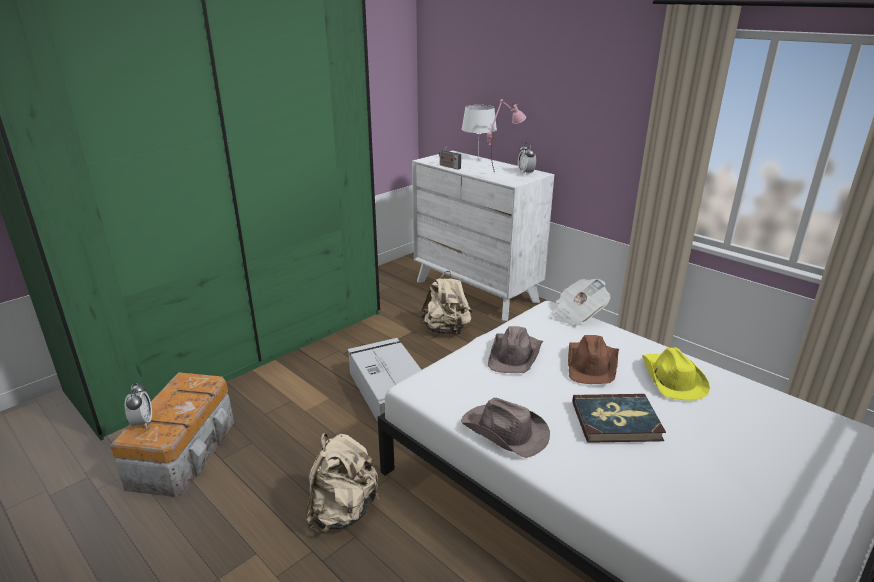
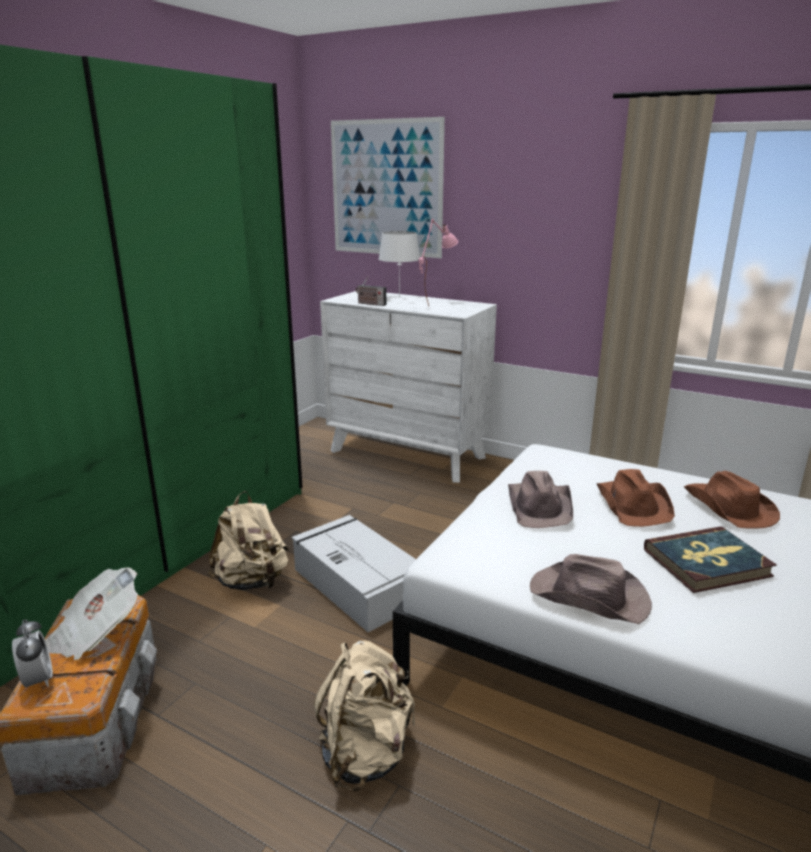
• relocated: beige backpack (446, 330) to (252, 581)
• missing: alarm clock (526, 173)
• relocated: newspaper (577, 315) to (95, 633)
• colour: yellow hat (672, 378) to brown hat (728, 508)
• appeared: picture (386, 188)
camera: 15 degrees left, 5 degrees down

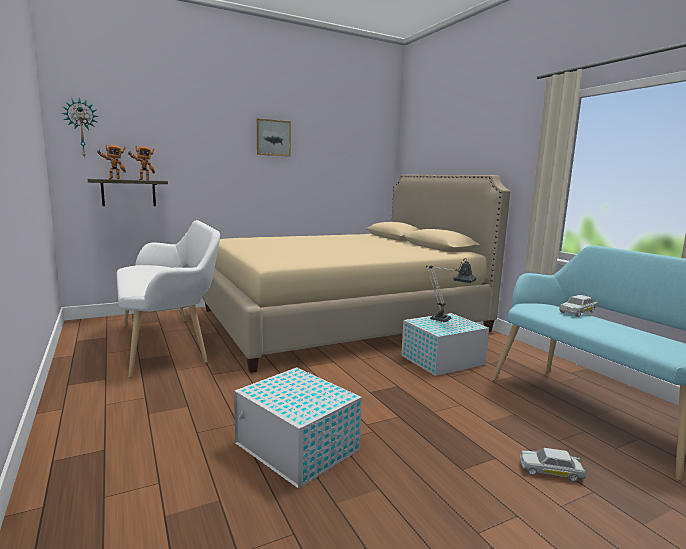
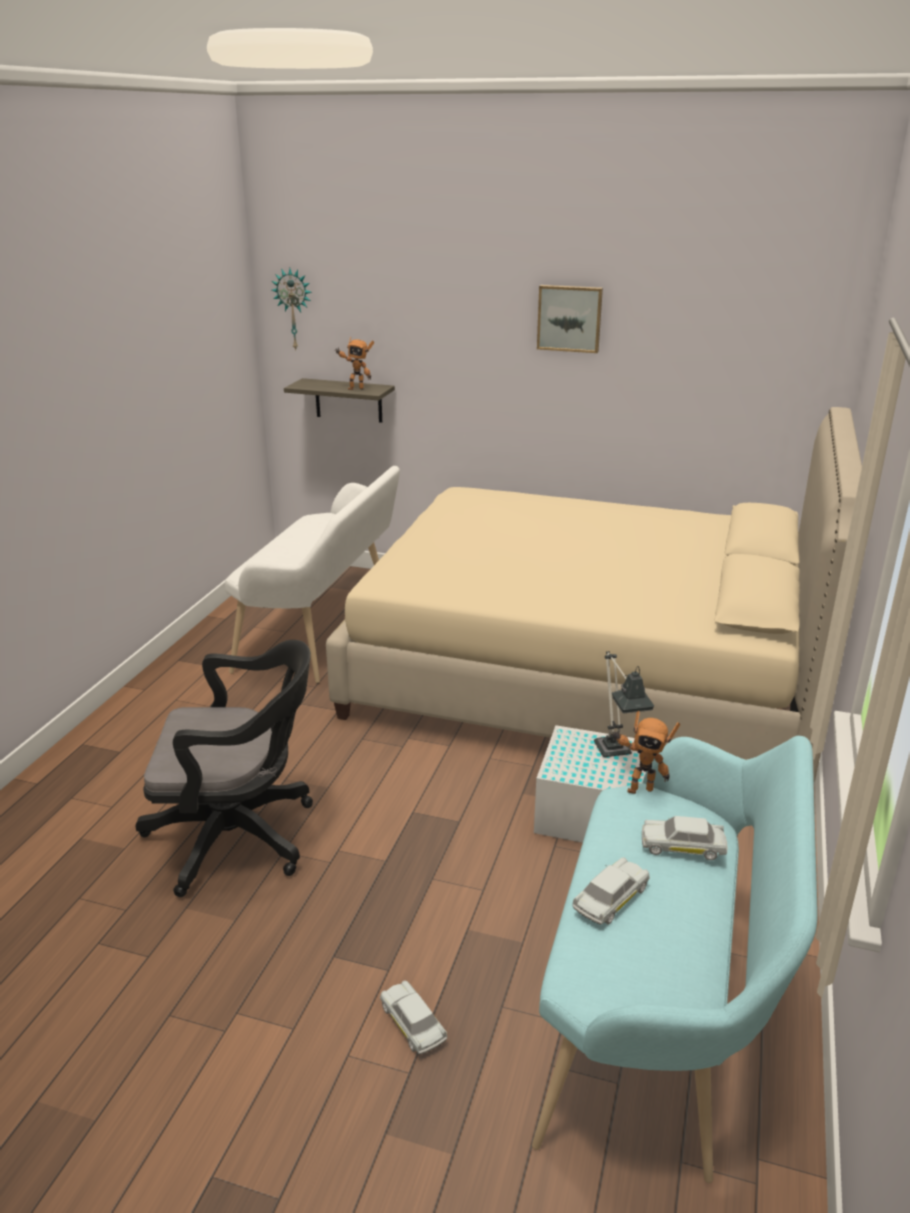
• relocated: toy robot (113, 179) to (639, 788)
• exchanged: white storage box (298, 448) to black office chair (240, 837)
• appeared: white toy car (611, 899)
camera: 45 degrees right, 15 degrees up

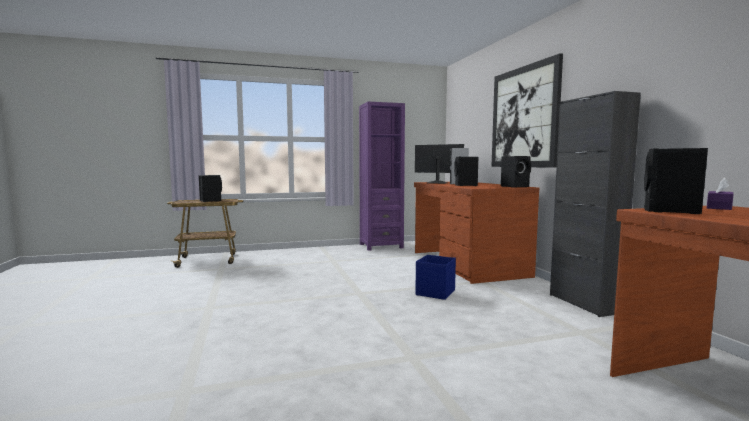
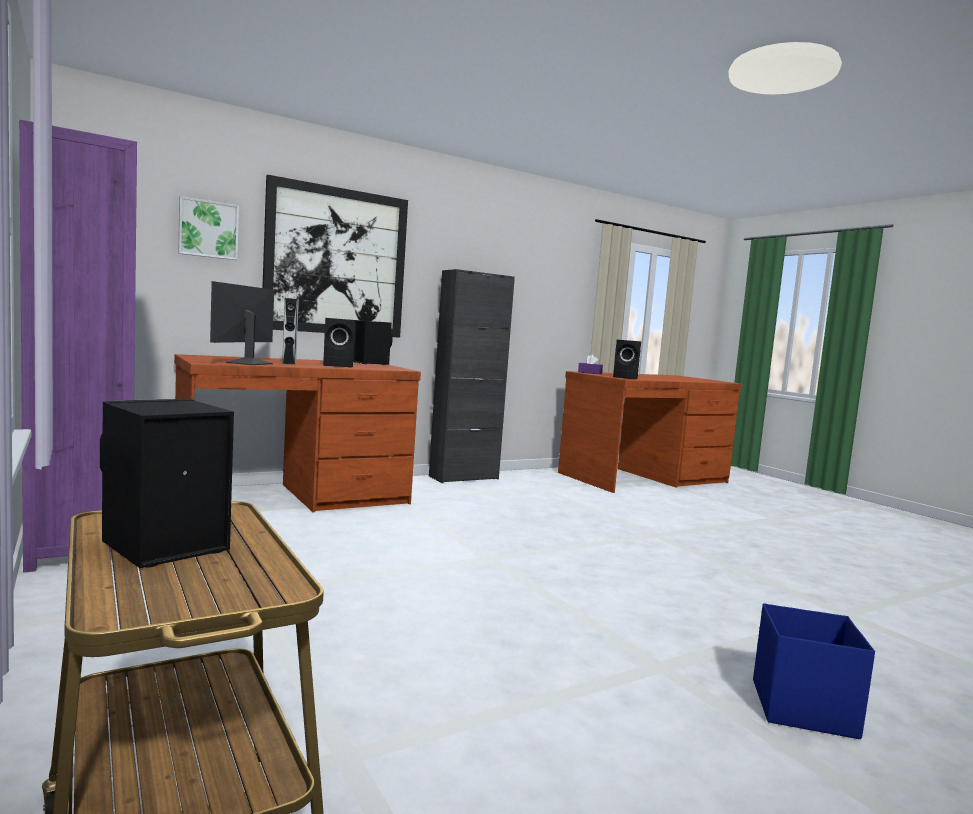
• relocated: blue storage box (436, 292) to (801, 708)
• appeared: picture (208, 229)
camera: 105 degrees left, 0 degrees up

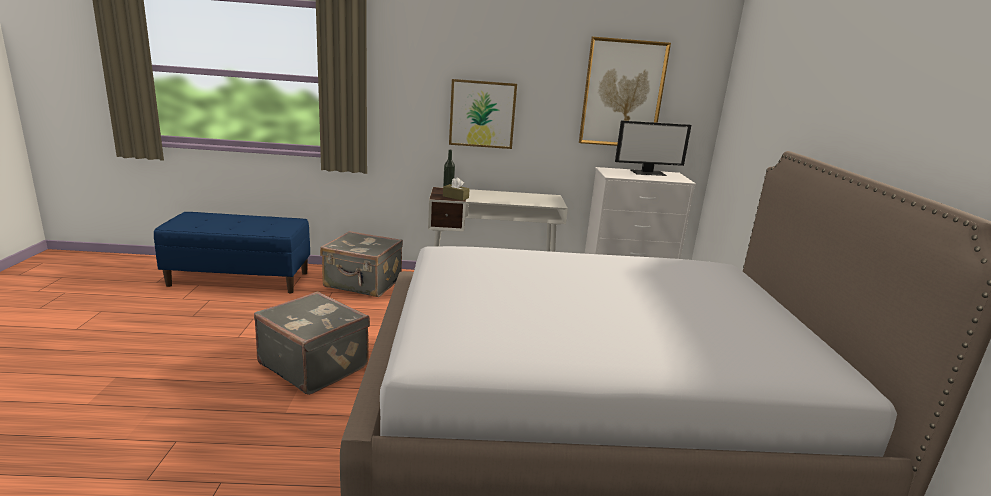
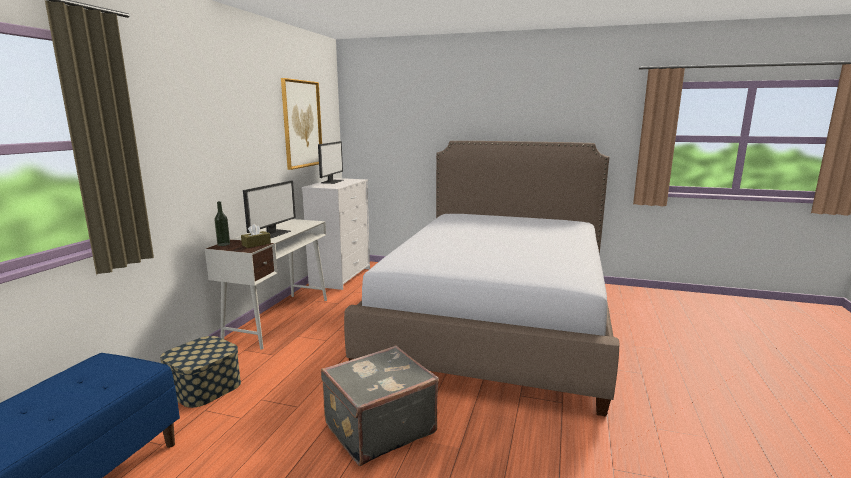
• exchanged: grey suitcase (363, 284) to storage box (204, 387)
• missing: picture (482, 114)
• appeared: monitor (273, 233)
camera: 70 degrees left, 5 degrees down

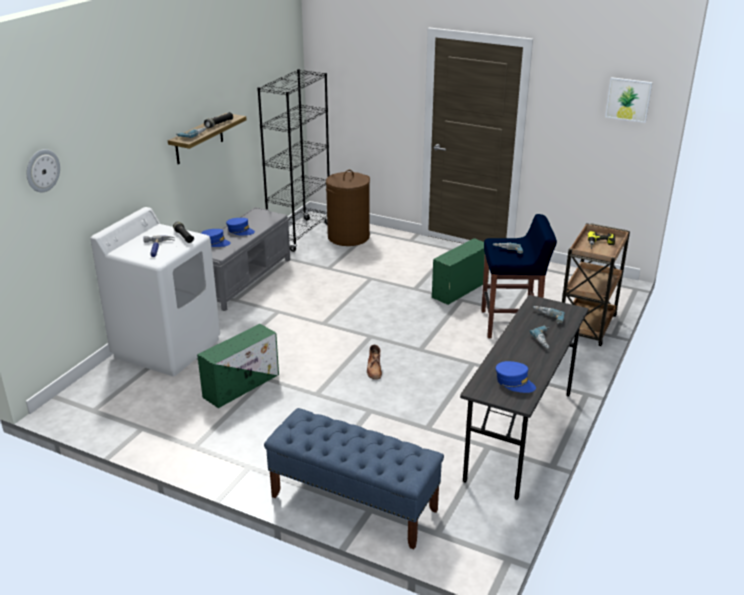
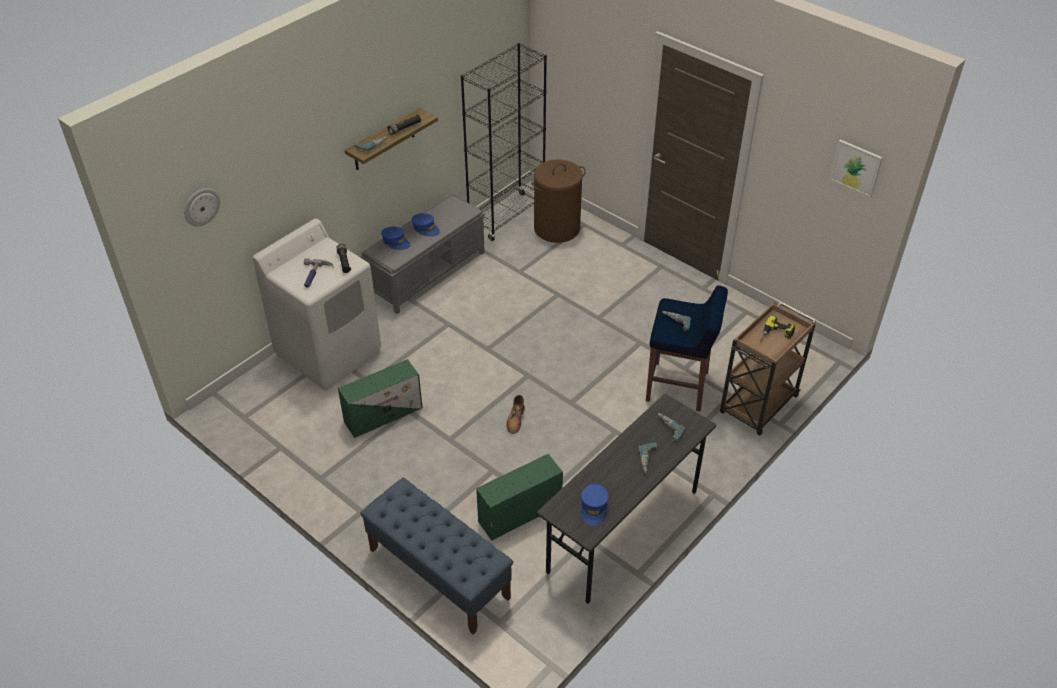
• relocated: green storage box (459, 289) to (519, 514)
• spun: blue cap (514, 382) = (594, 508) 45 degrees clockwise
camera: 15 degrees right, 15 degrees up

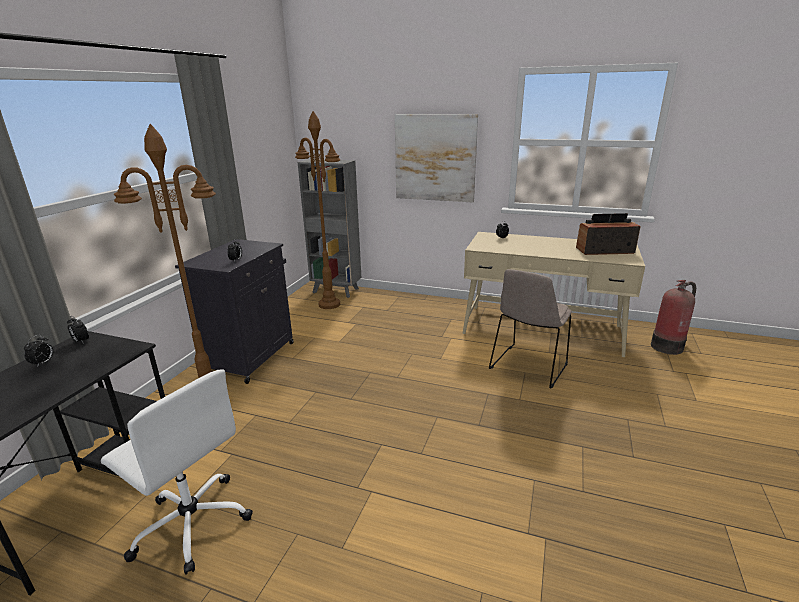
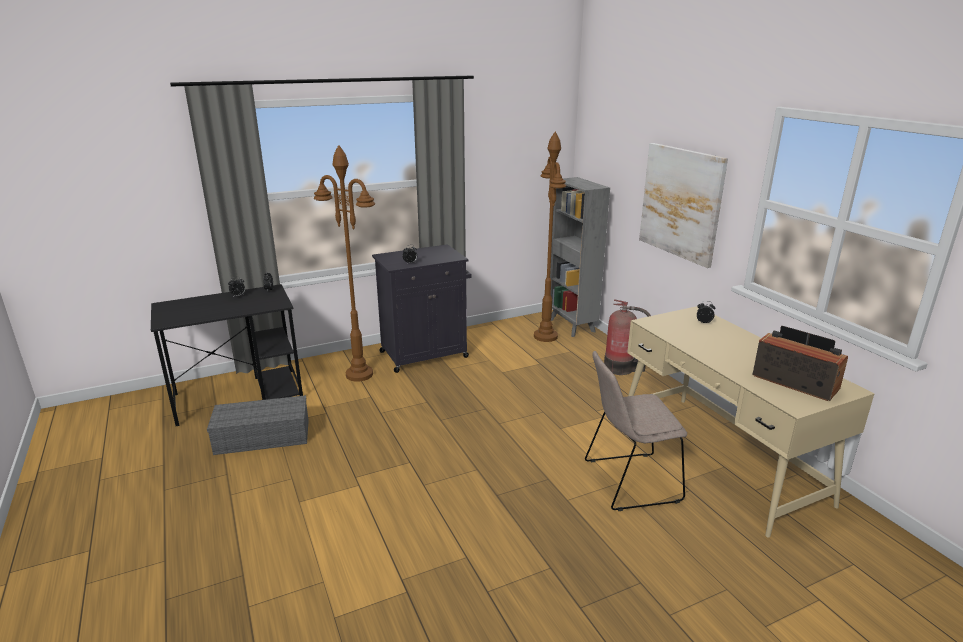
• exchanged: white office chair (192, 522) to grey storage box (261, 437)
• relocated: fire extinguisher (668, 346) to (621, 368)
camera: 45 degrees right, 0 degrees up

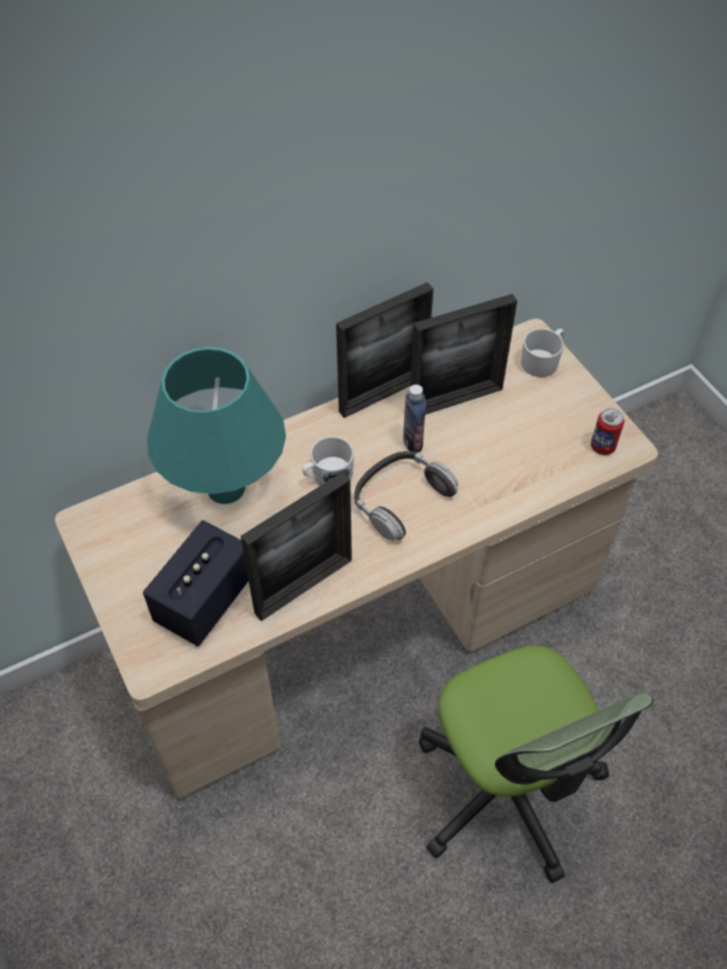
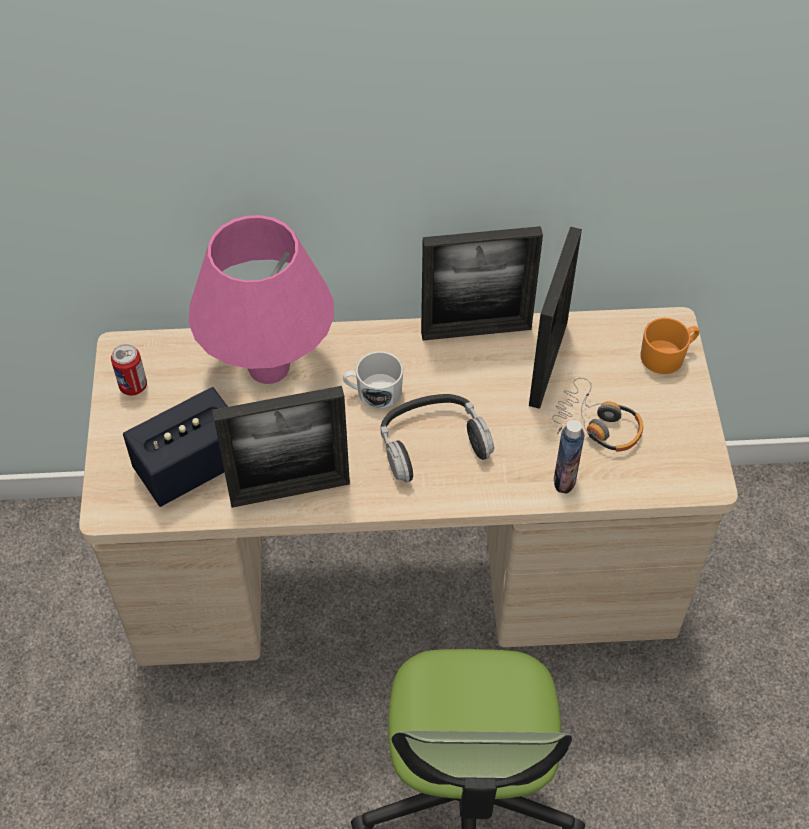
• colour: turquoise table lamp (226, 488) to pink table lamp (268, 367)
• relocated: bottle (413, 441) to (564, 479)
• spun: picture frame (455, 400) = (548, 364) 75 degrees counterclockwise
• colour: white mug (542, 360) to orange mug (667, 355)
• relocated: can (602, 446) to (133, 386)
• appeared: headphones (597, 425)
camera: 25 degrees right, 0 degrees up

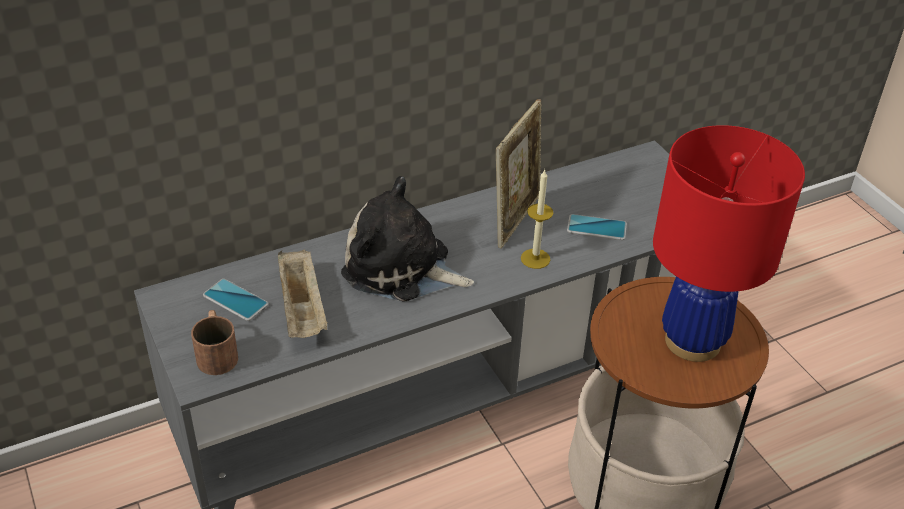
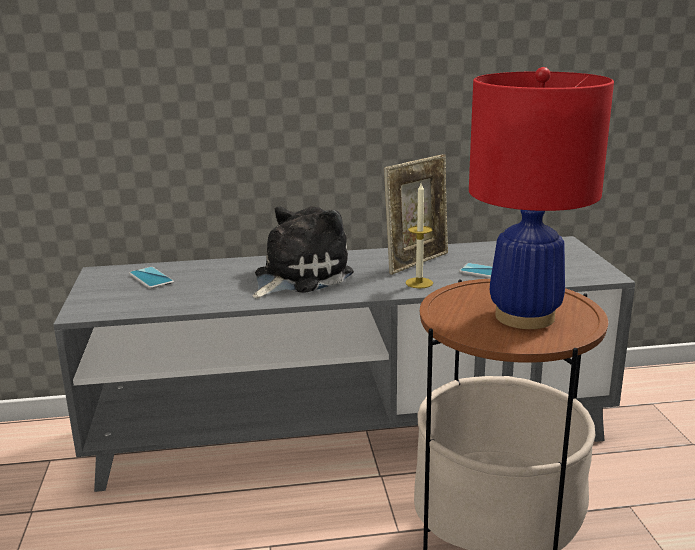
• missing: brown mug (217, 352)
• missing: beige tray (302, 309)
• spun: plush toy (401, 268) = (298, 276) 90 degrees clockwise
camera: 20 degrees right, 20 degrees down

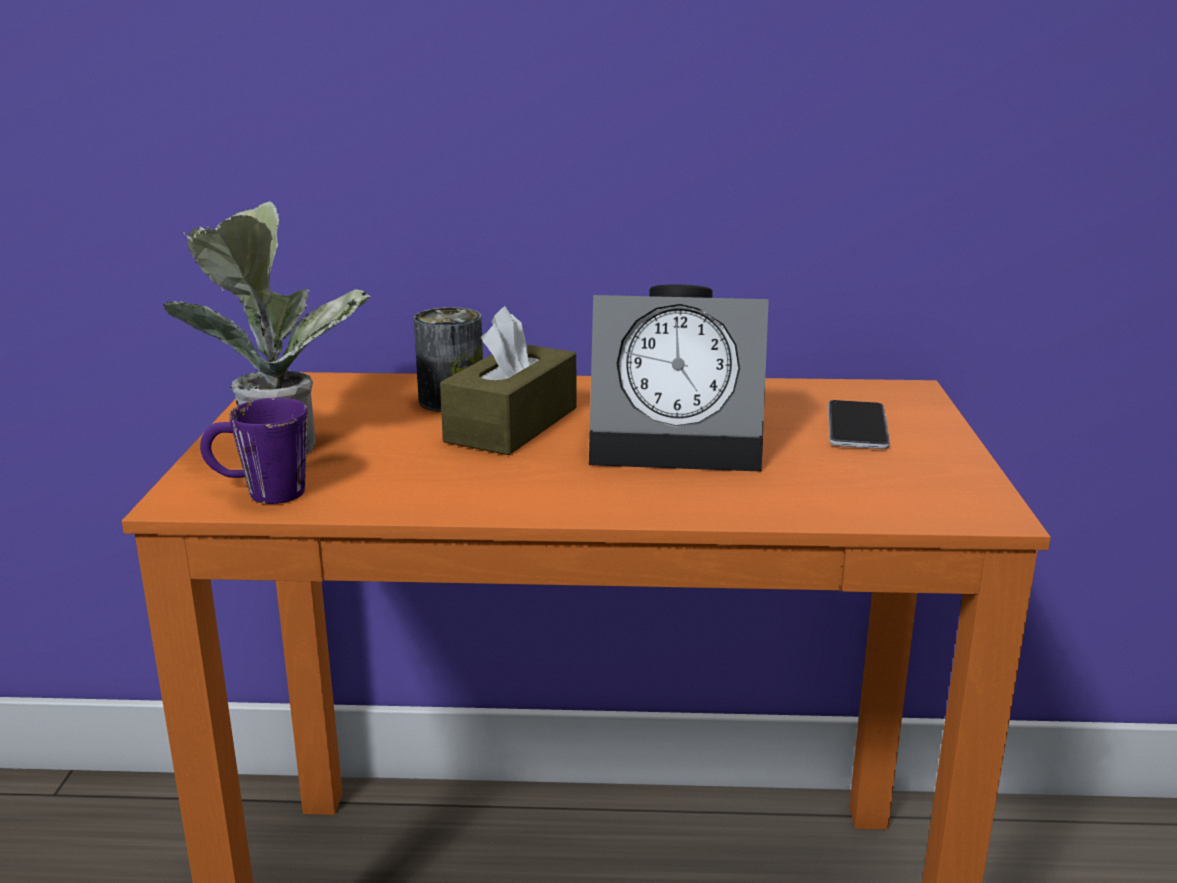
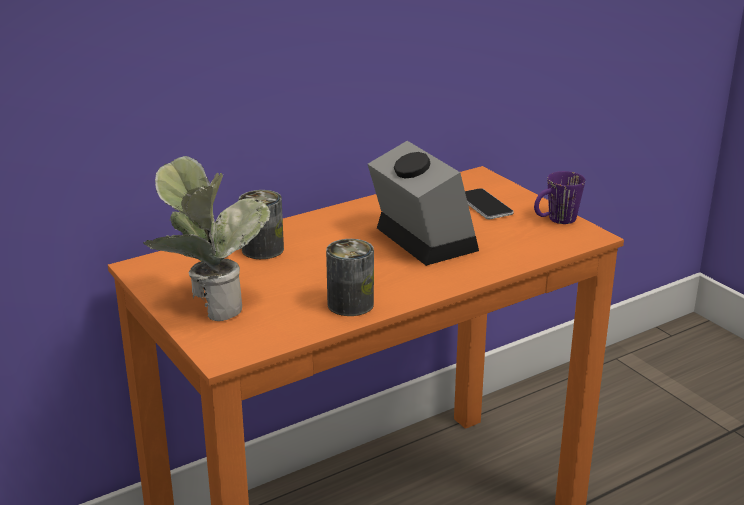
• relocated: purple mug (259, 492) to (555, 220)
• missing: brown tissue box (512, 425)
• spun: alarm clock (682, 443) = (419, 239) 90 degrees counterclockwise
• appeared: can (350, 304)
camera: 35 degrees left, 5 degrees up

